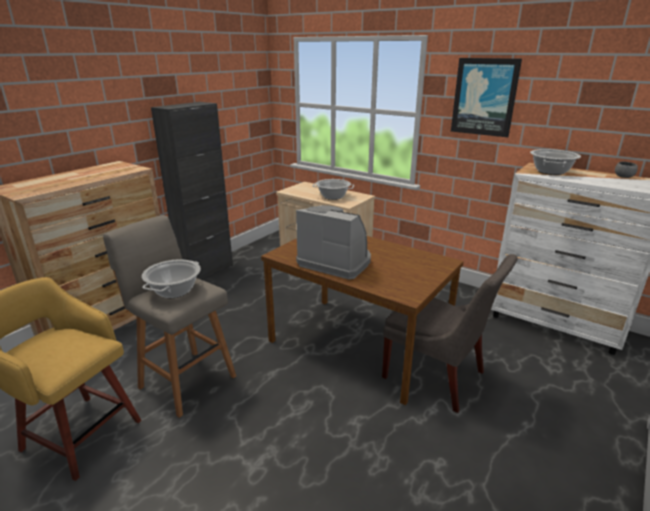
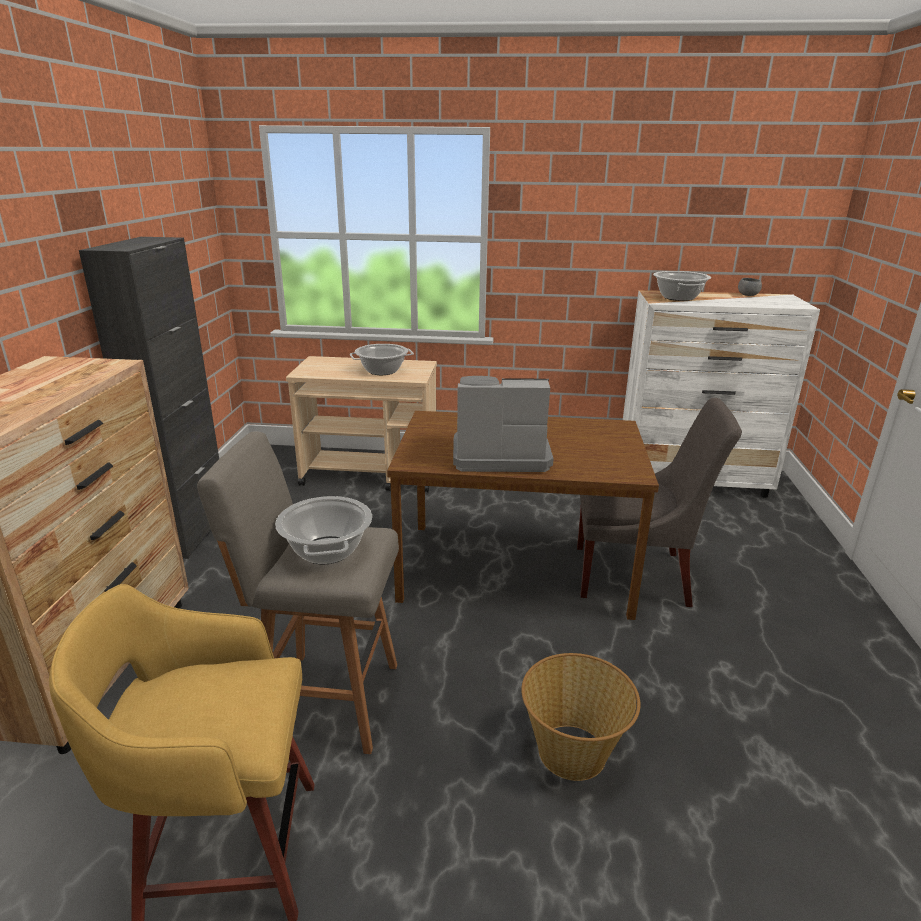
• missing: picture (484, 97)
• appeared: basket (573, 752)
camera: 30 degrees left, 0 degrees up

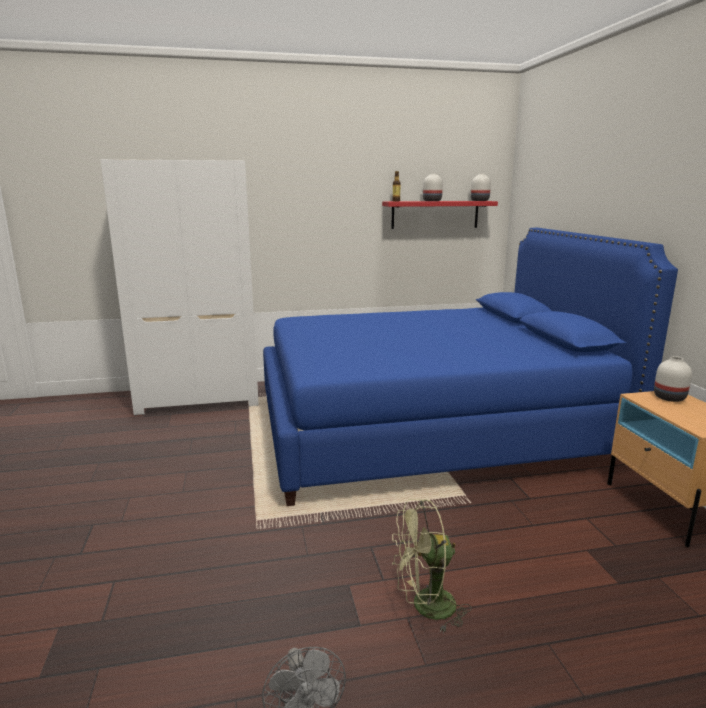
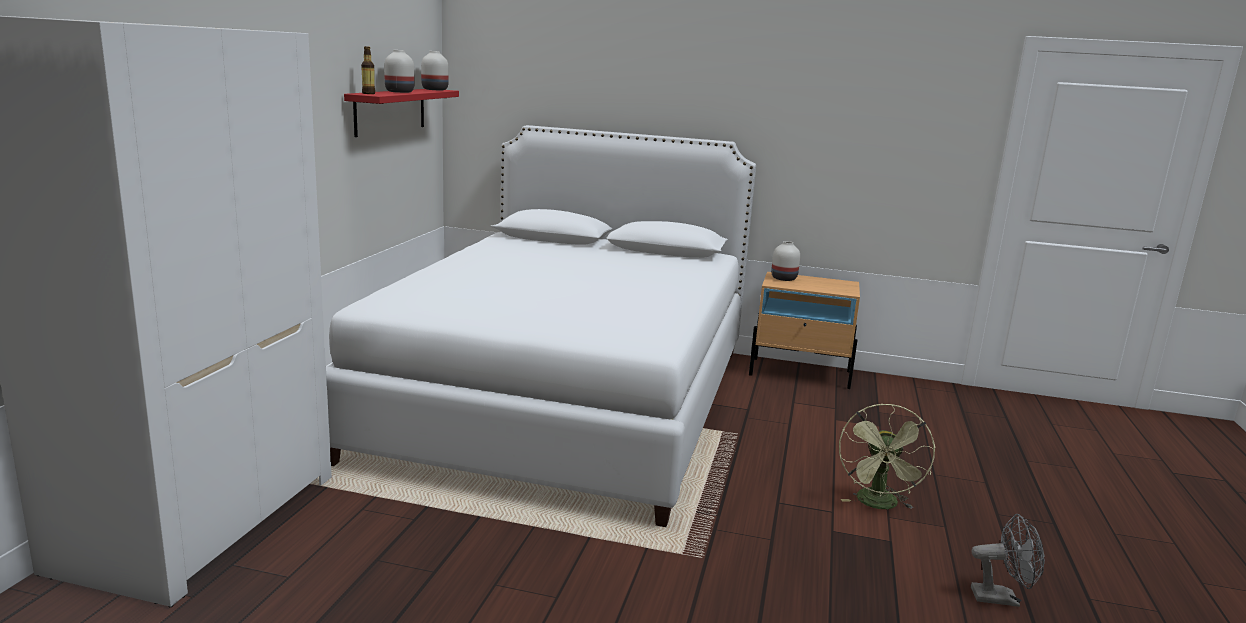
• colour: blue bed (428, 429) to white bed (565, 400)
camera: 65 degrees left, 0 degrees up

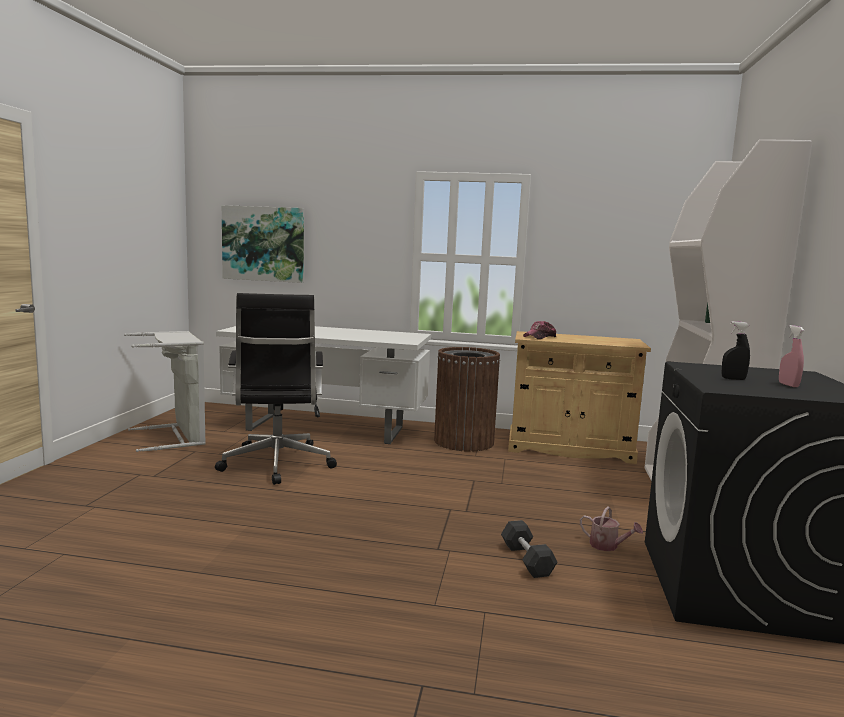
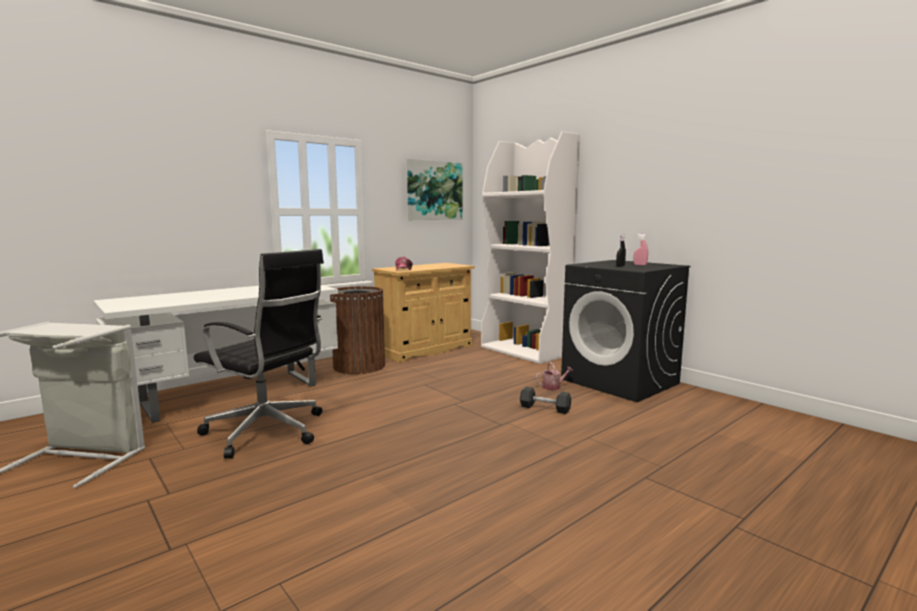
• relocated: picture (263, 244) to (434, 190)
camera: 50 degrees left, 0 degrees up

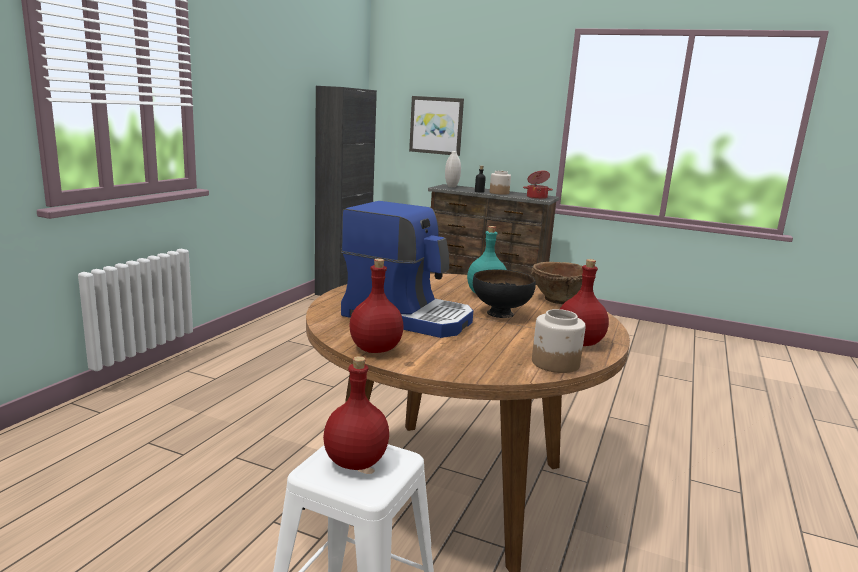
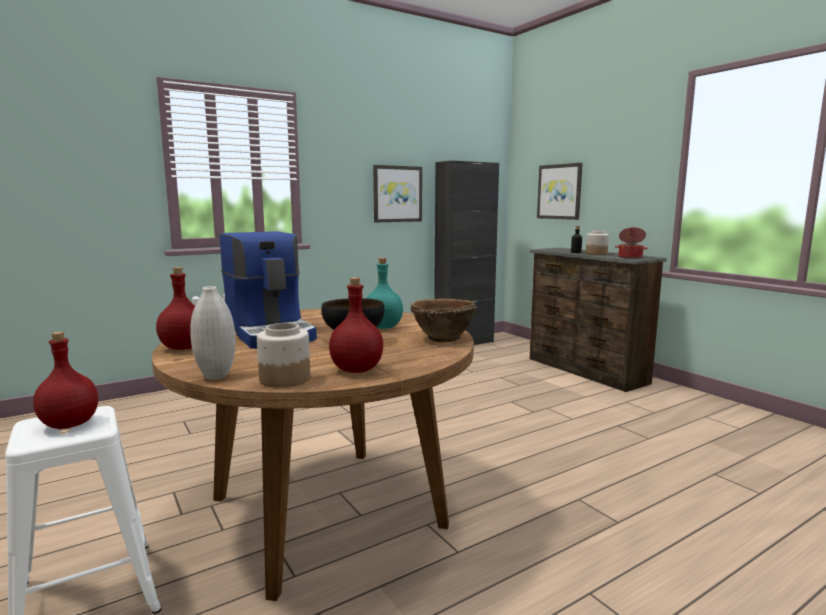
• relocated: white vase (451, 187) to (216, 376)
• appeared: picture (397, 194)
camera: 35 degrees right, 5 degrees down

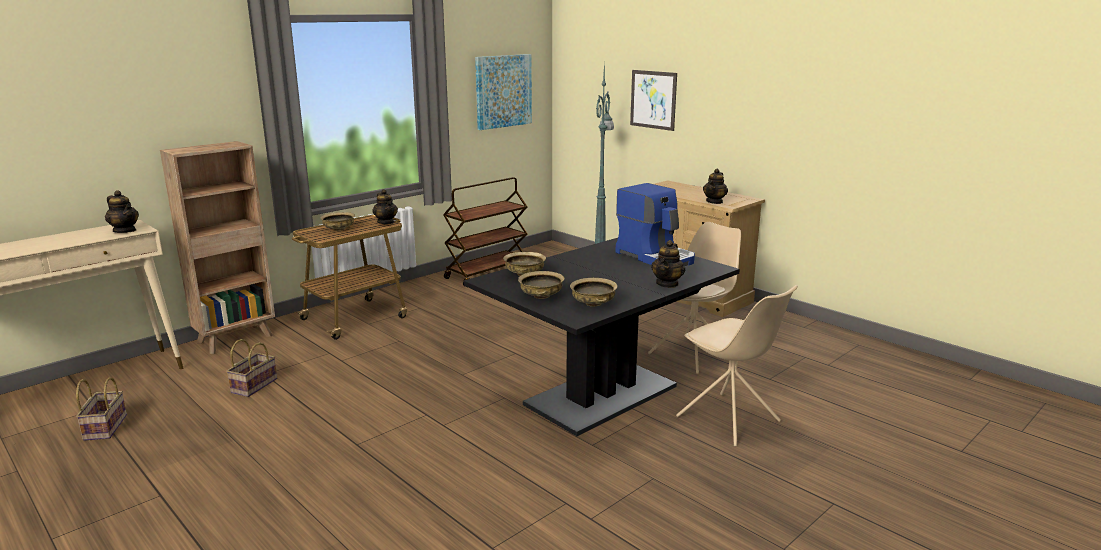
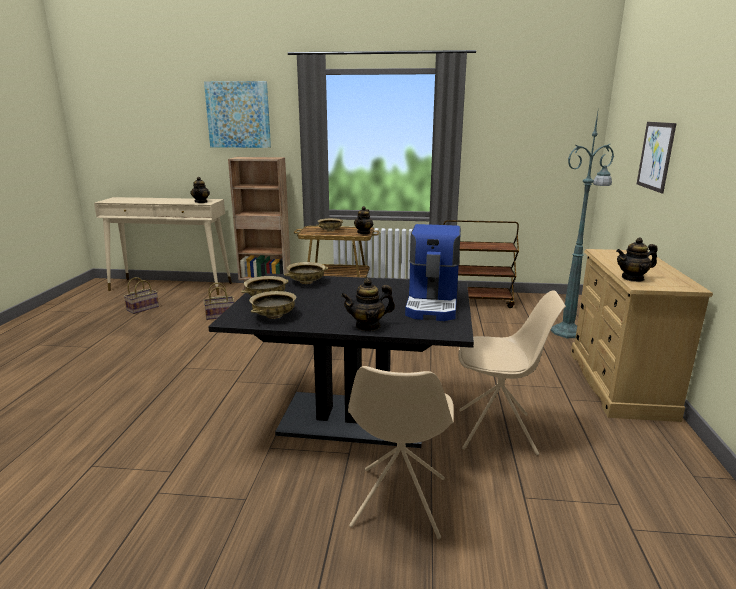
• relocated: picture (503, 91) to (238, 115)
camera: 50 degrees right, 0 degrees up

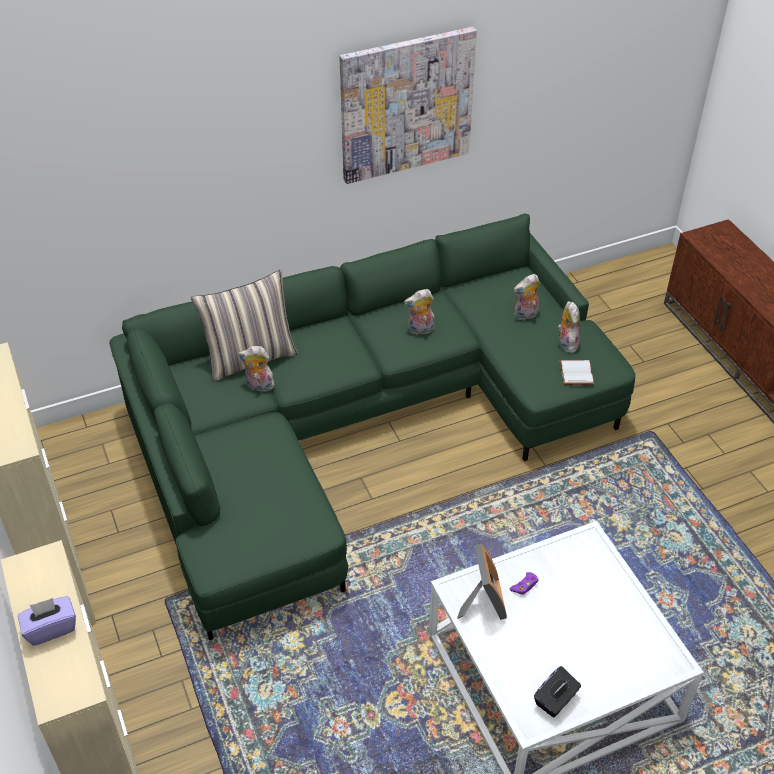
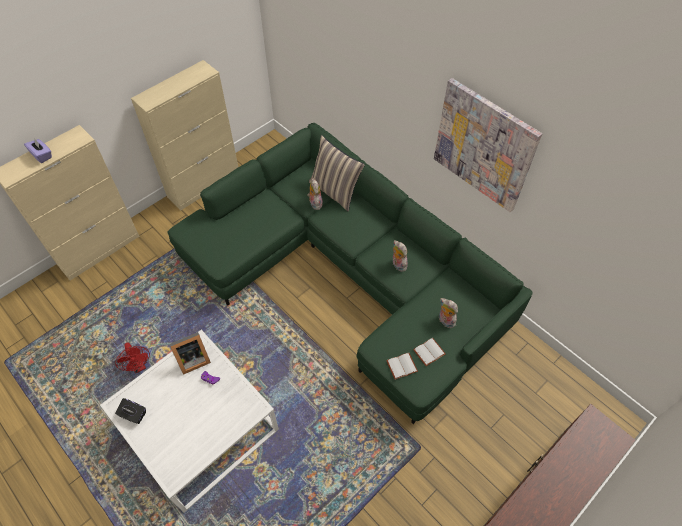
• exchanged: plush toy (566, 343) to white book (429, 353)
• appeared: red fan (139, 366)
camera: 70 degrees right, 10 degrees up

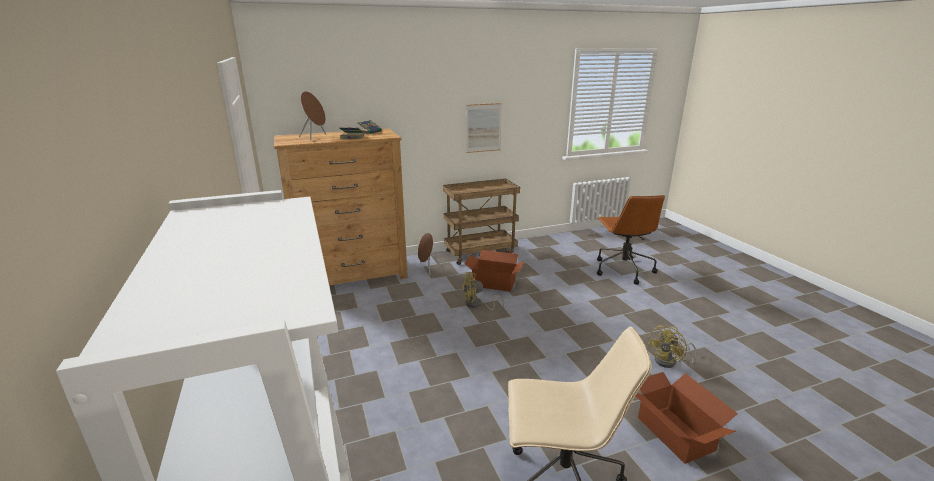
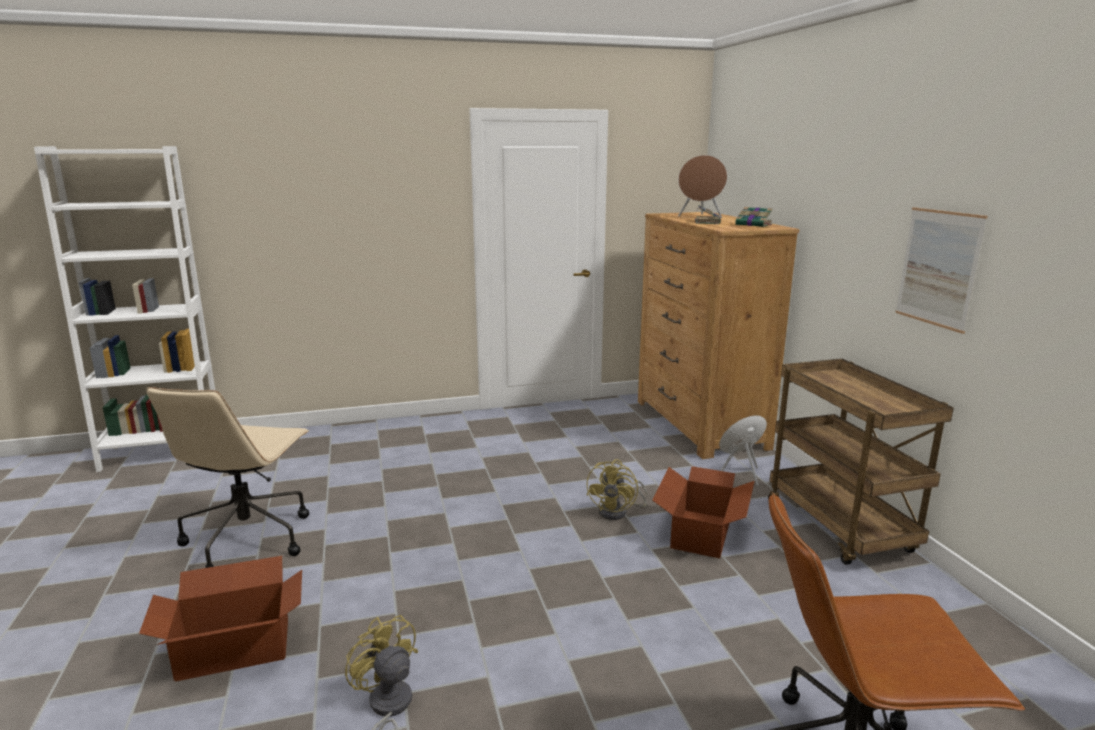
• spun: yellow fan (477, 305) = (618, 512) 150 degrees counterclockwise
camera: 95 degrees right, 5 degrees down

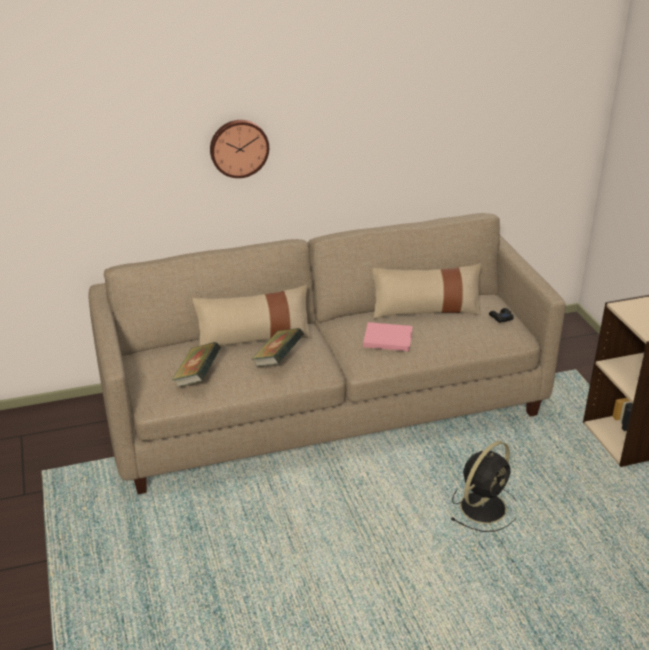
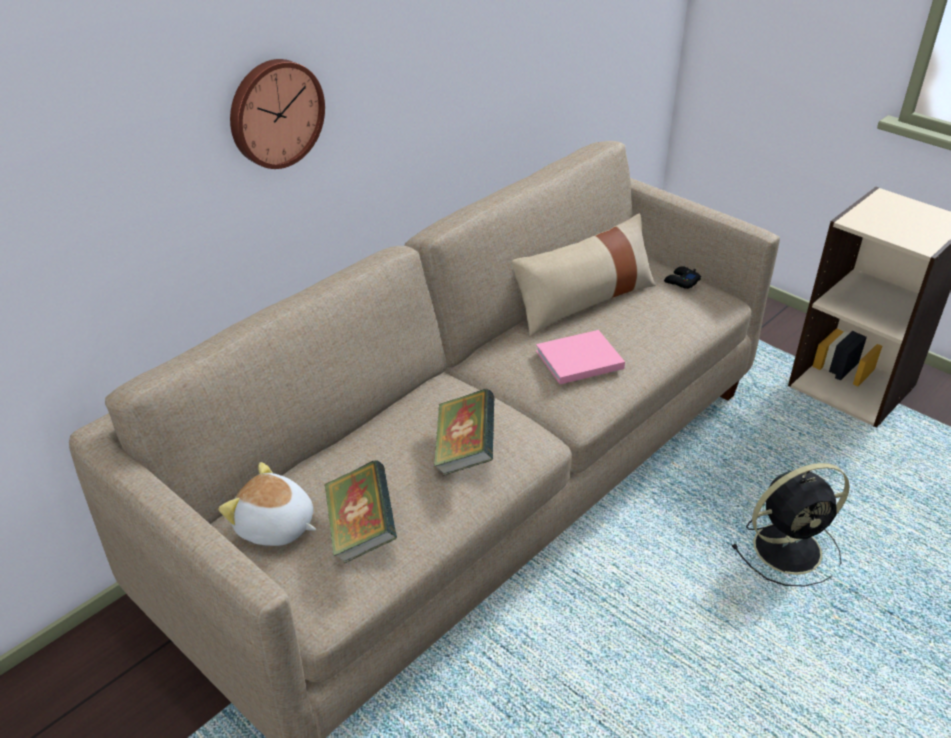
• missing: beige pillow (254, 338)
• spun: black fan (484, 506) = (790, 548) 60 degrees clockwise
• appeared: plush toy (275, 527)
camera: 30 degrees left, 5 degrees up

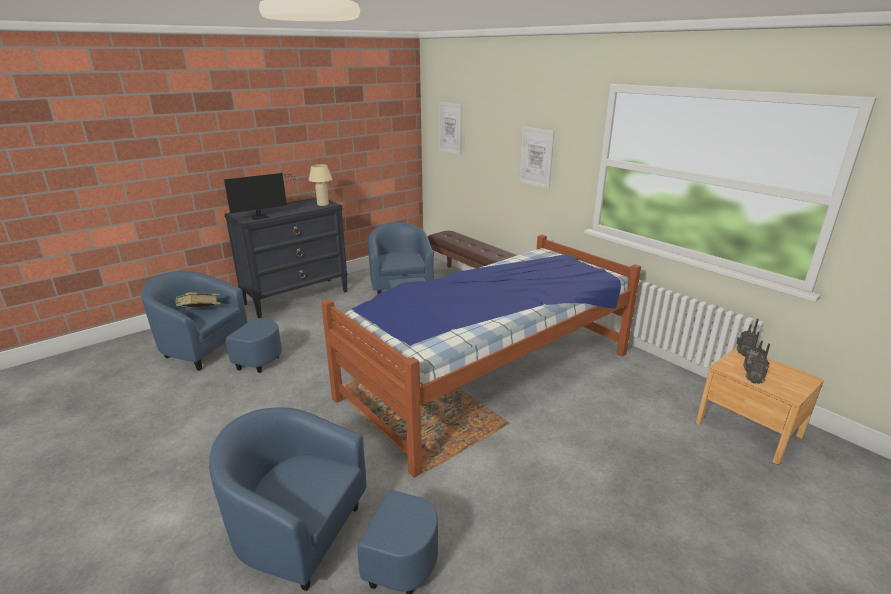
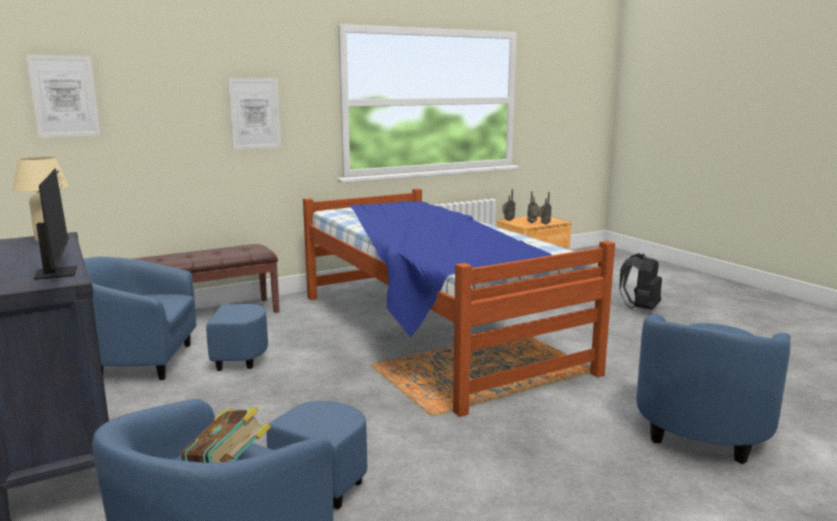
• appeared: black backpack (641, 308)
camera: 80 degrees left, 10 degrees down

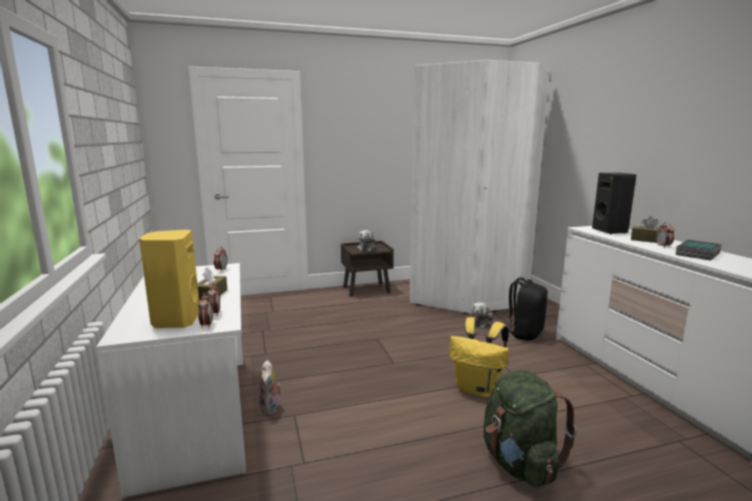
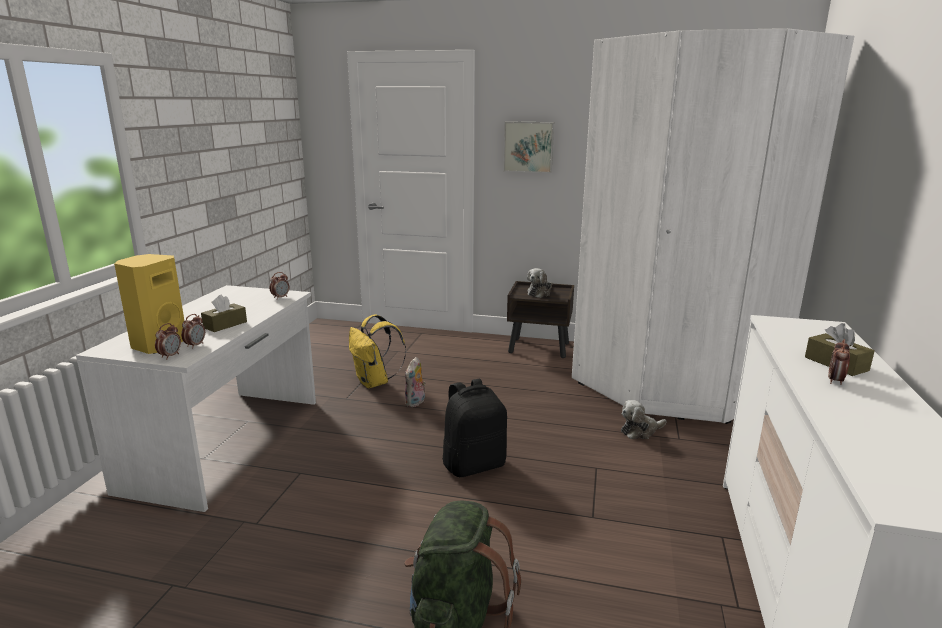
• relocated: plush toy (270, 408) to (416, 402)
• relocated: yellow backpack (478, 389) to (375, 382)
• relocated: black backpack (524, 333) to (474, 464)
• missing: black speaker (611, 231)
• missing: book (699, 254)
• appeared: picture (528, 147)
camera: 30 degrees right, 5 degrees up

